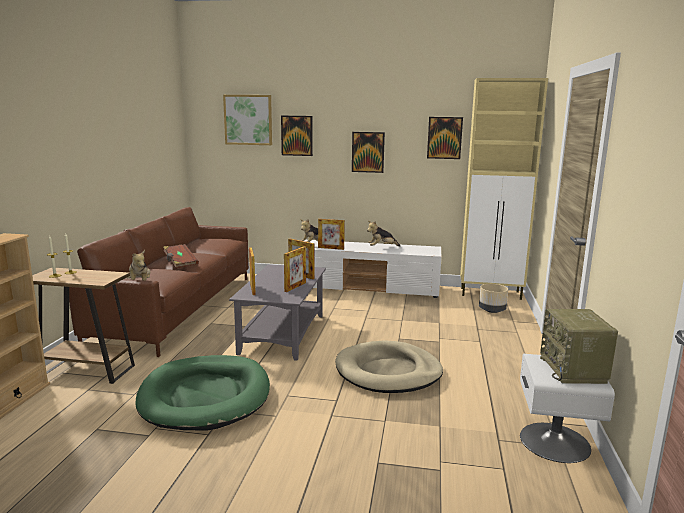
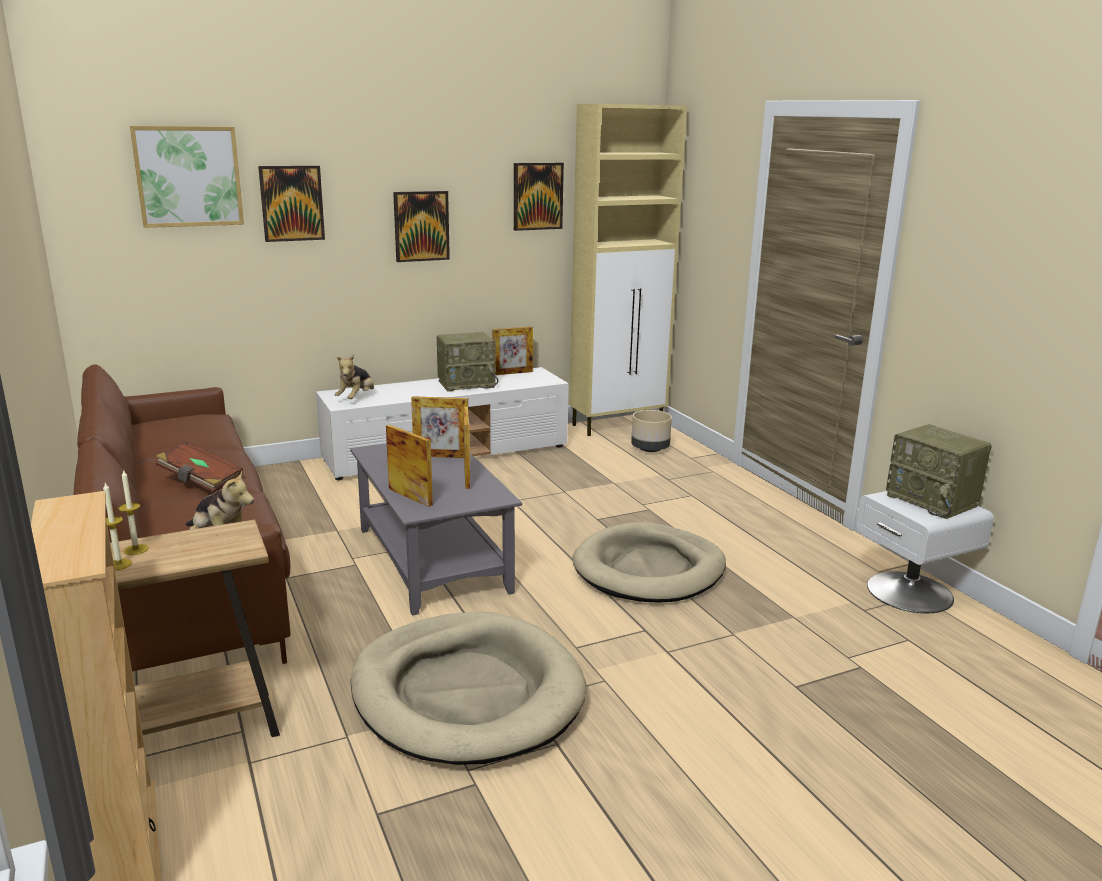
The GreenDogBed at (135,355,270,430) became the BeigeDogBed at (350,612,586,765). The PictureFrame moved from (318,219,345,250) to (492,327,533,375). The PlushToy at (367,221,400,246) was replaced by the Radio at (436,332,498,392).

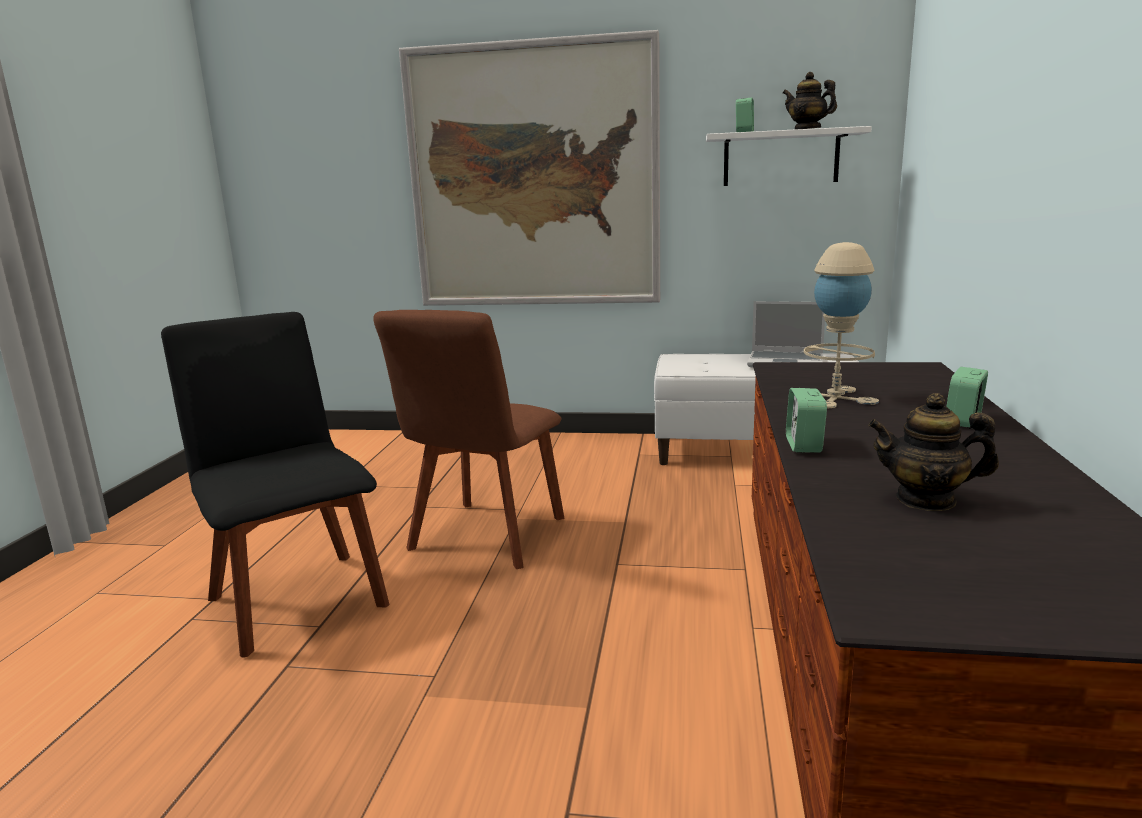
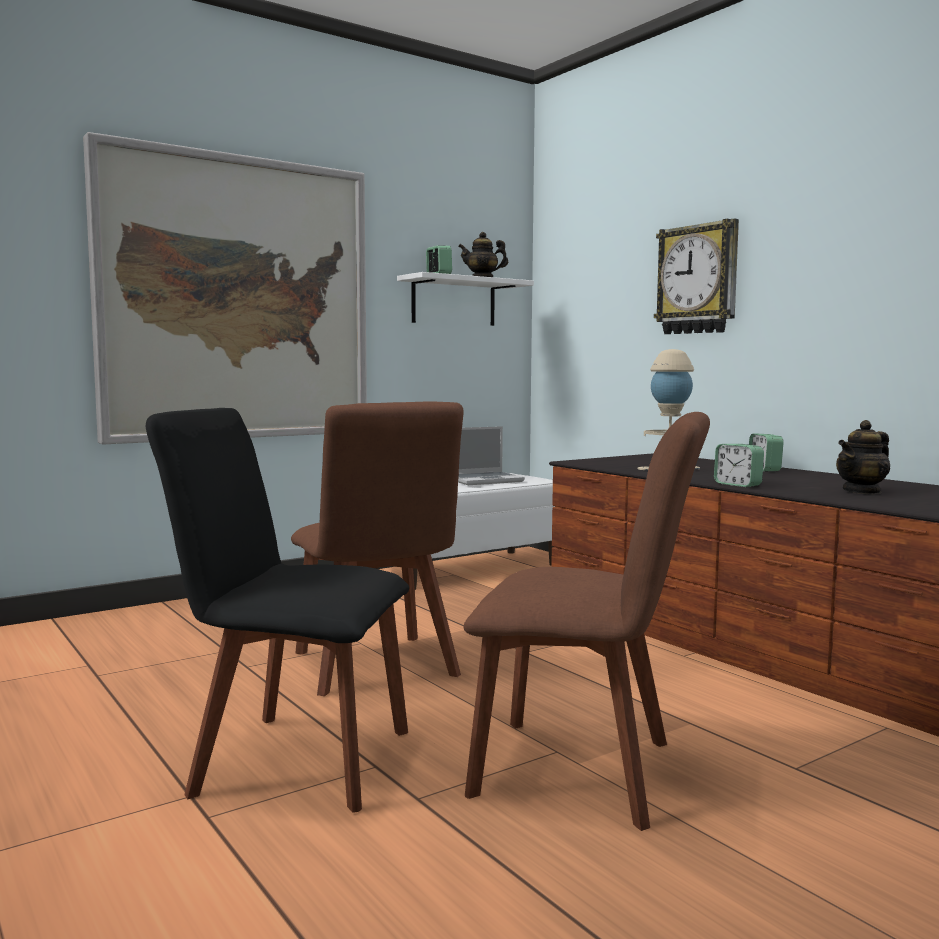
The BrownChair at (463,412,710,831) appeared. The WallClock at (654,219,739,334) appeared.

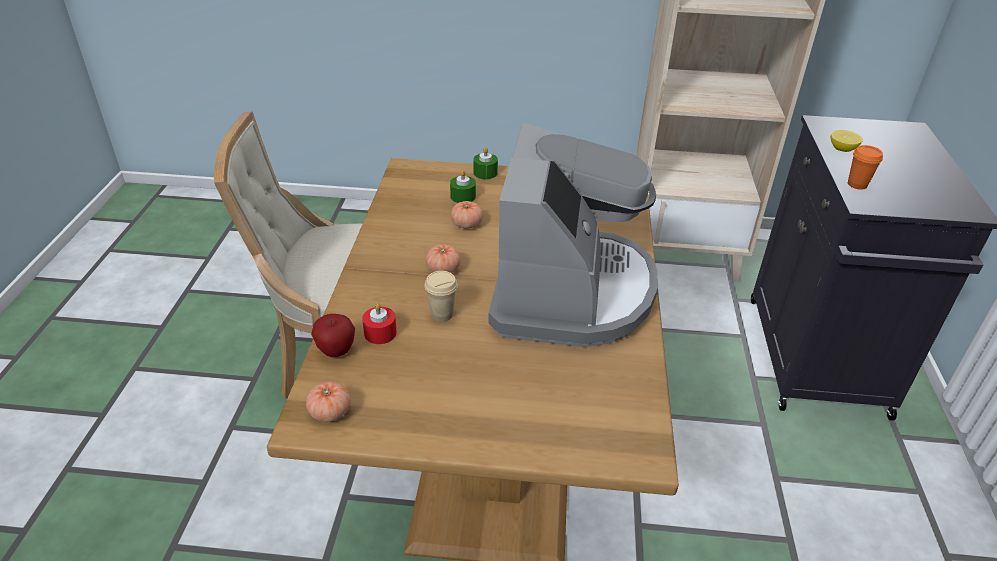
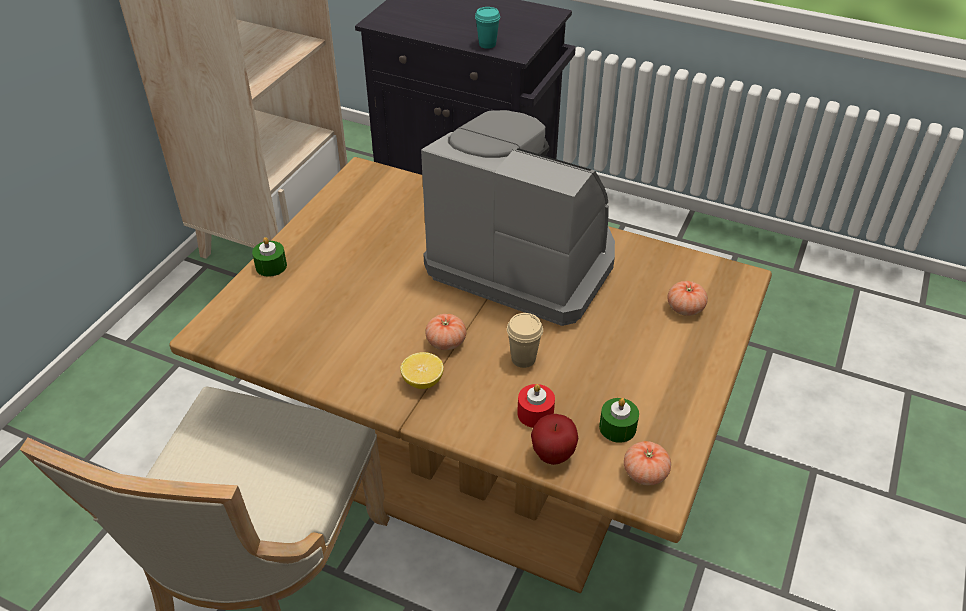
The GreenCandle moved from (450,170,476,203) to (599,398,639,443). The Tomato moved from (451,201,483,229) to (667,281,708,316). The Lemon moved from (831,130,863,152) to (400,352,444,389). The OrangeCup at (848,145,883,190) became the TurquoiseCup at (475,7,500,49).

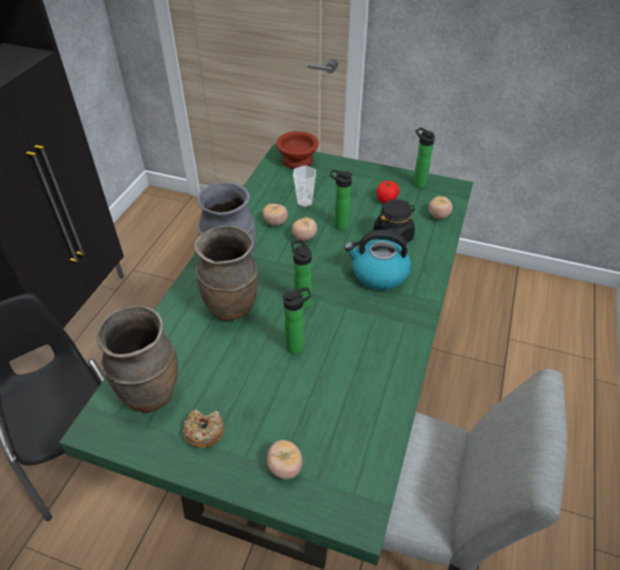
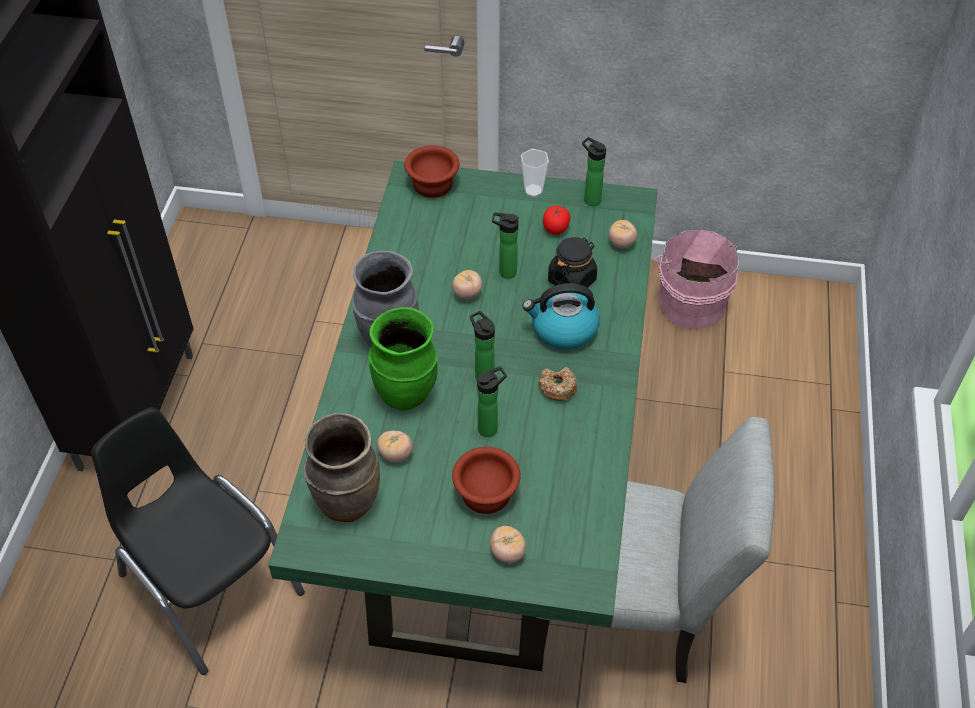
The Donut moved from (183,409,225,448) to (539,367,577,401). The BrownVase at (194,226,258,321) became the GreenVase at (368,307,438,411). The Tomato moved from (263,204,288,226) to (377,430,412,462). The Cup moved from (293,166,316,207) to (521,149,549,197). The BrownBowl at (452,447,521,514) appeared. The PinkBucket at (654,230,739,329) appeared.

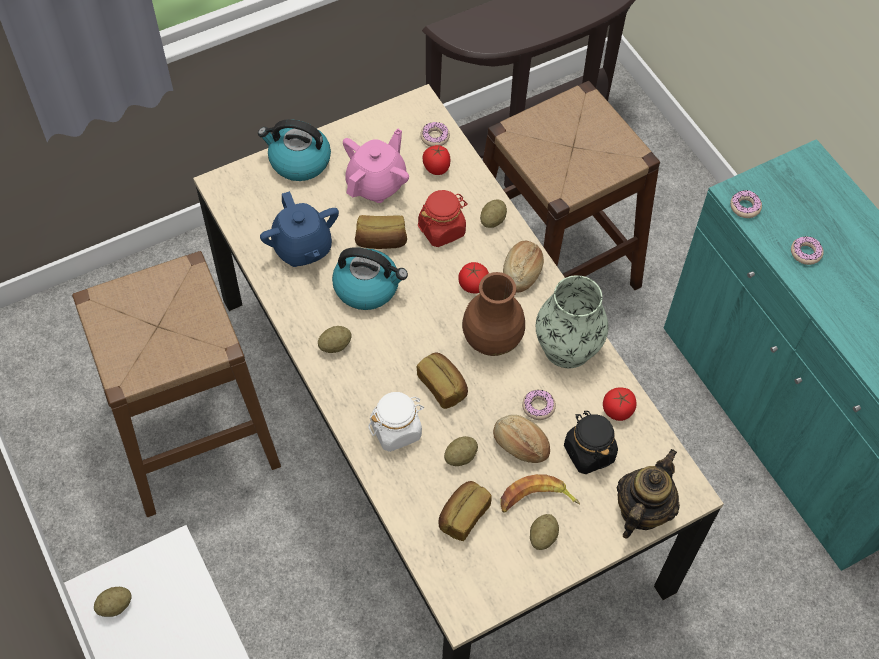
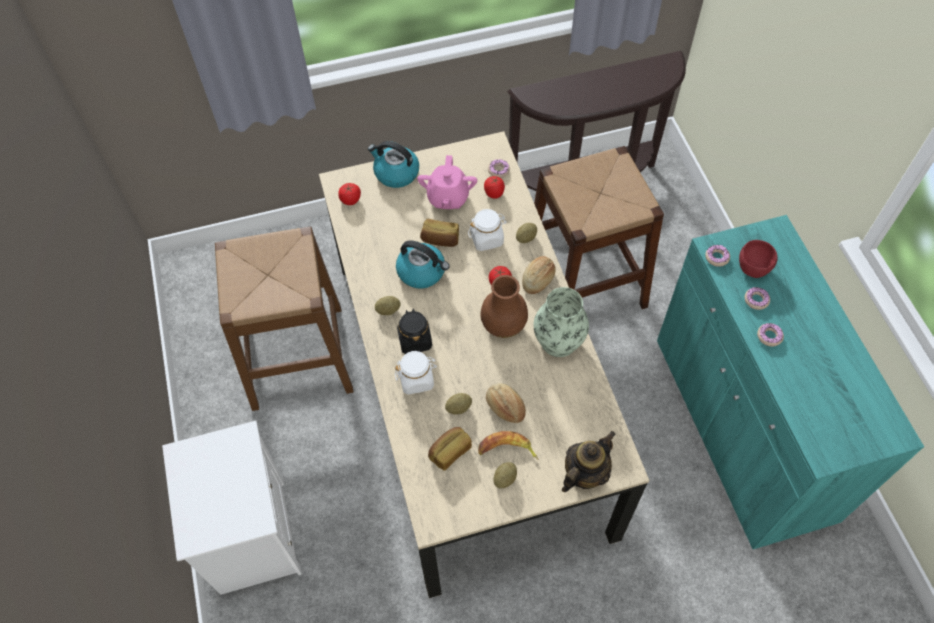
The Potato at (94,587,132,617) disappeared. The BlueTeapot at (260,191,339,267) disappeared. The PinkTeapot at (343,129,409,203) turned 135 degrees clockwise. The Bread at (417,353,468,409) disappeared. The RedJar at (418,190,468,247) became the WhiteJar at (468,209,507,251). The Donut moved from (522,389,556,420) to (757,323,784,346). The BlackJar moved from (564,411,618,474) to (397,309,432,354). The Tomato moved from (603,387,637,421) to (338,183,361,205). The RedBowl at (739,240,778,278) appeared.

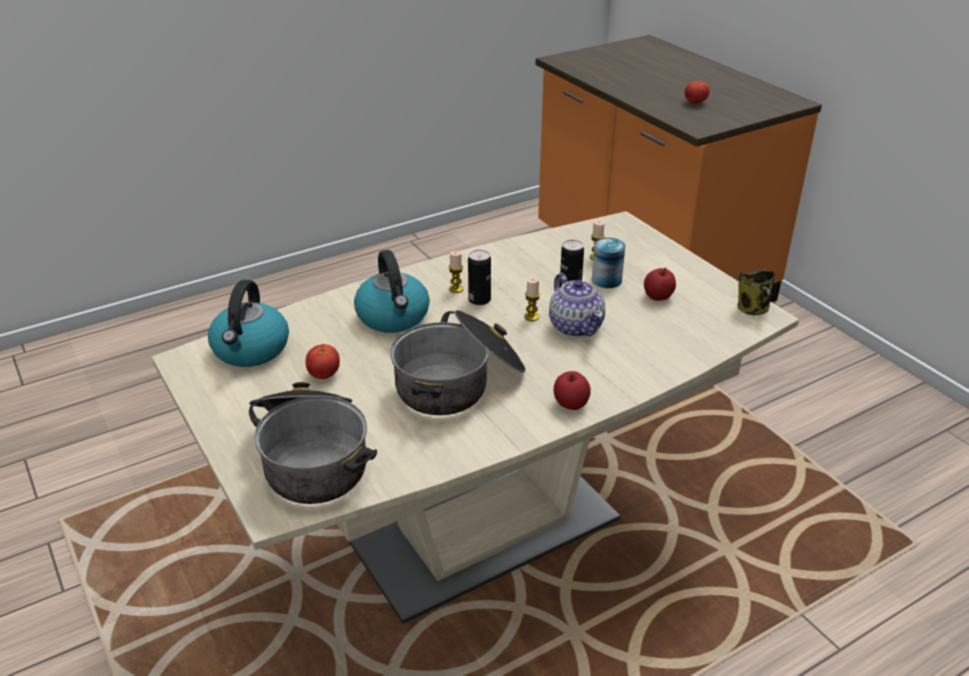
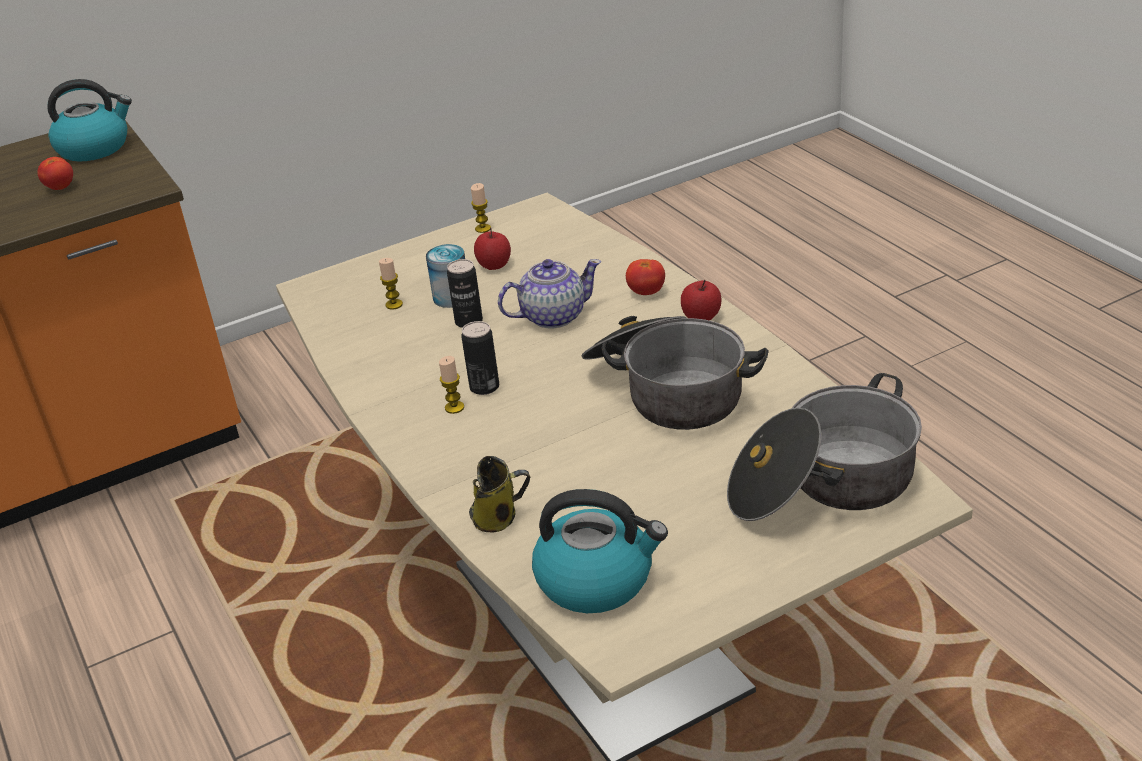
The Tomato moved from (305,344,340,379) to (626,259,665,295). The Kettle moved from (354,250,430,333) to (48,79,132,161). The Candle moved from (525,277,540,321) to (471,183,491,233). The Mug moved from (738,270,775,315) to (469,456,530,532).

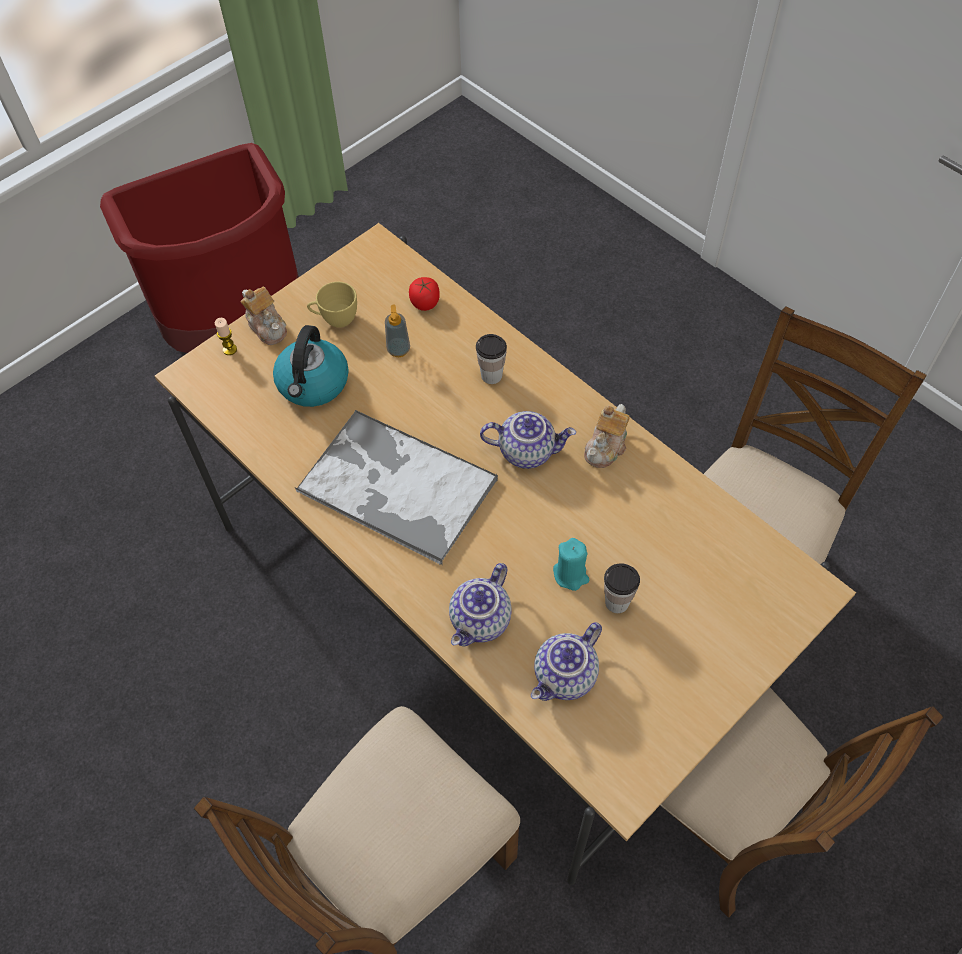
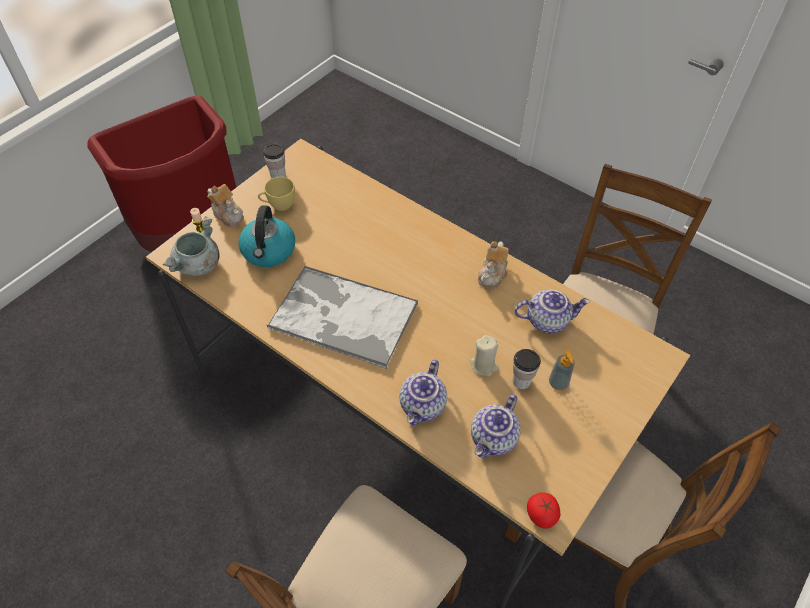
The SoapDispenser moved from (385,305,410,357) to (549,349,575,390). The Tomato moved from (409,277,440,311) to (527,492,560,529). The Cup moved from (476,334,507,384) to (263,144,285,178). The Teapot moved from (480,411,576,469) to (514,289,590,334). The TurquoiseCandle at (553,538,589,591) became the BeigeCandle at (470,335,498,376). The GreyCookingPot at (163,216,220,276) appeared.

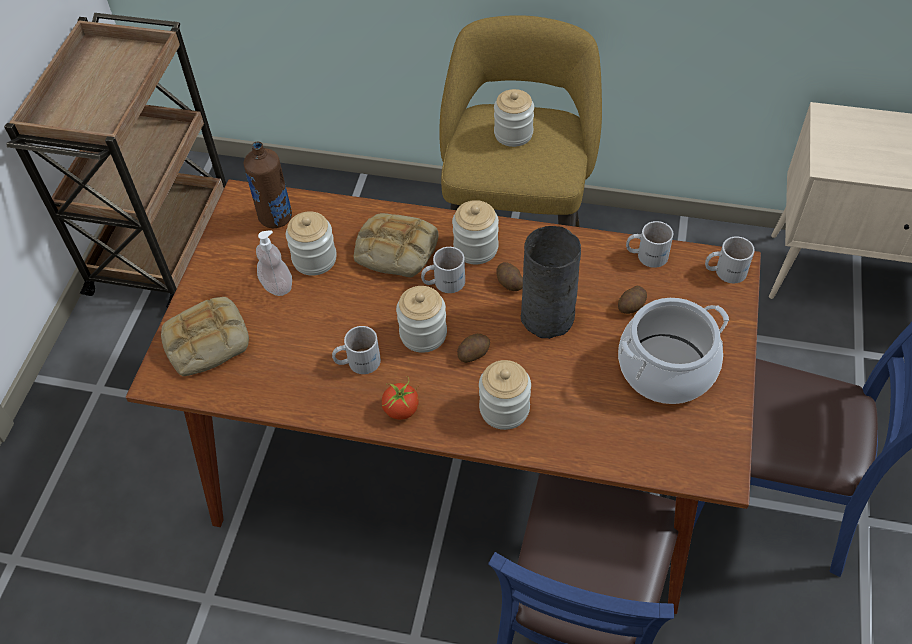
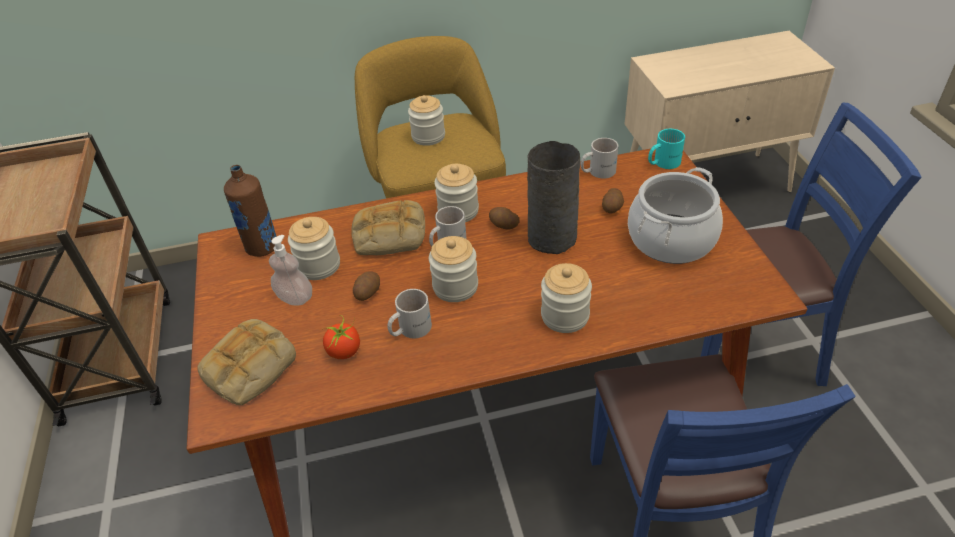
The Tomato moved from (382,376,419,420) to (323,315,360,359). The Potato moved from (457,334,490,363) to (353,271,380,301). The WhiteMug at (705,236,755,283) became the TurquoiseMug at (648,129,685,169).

